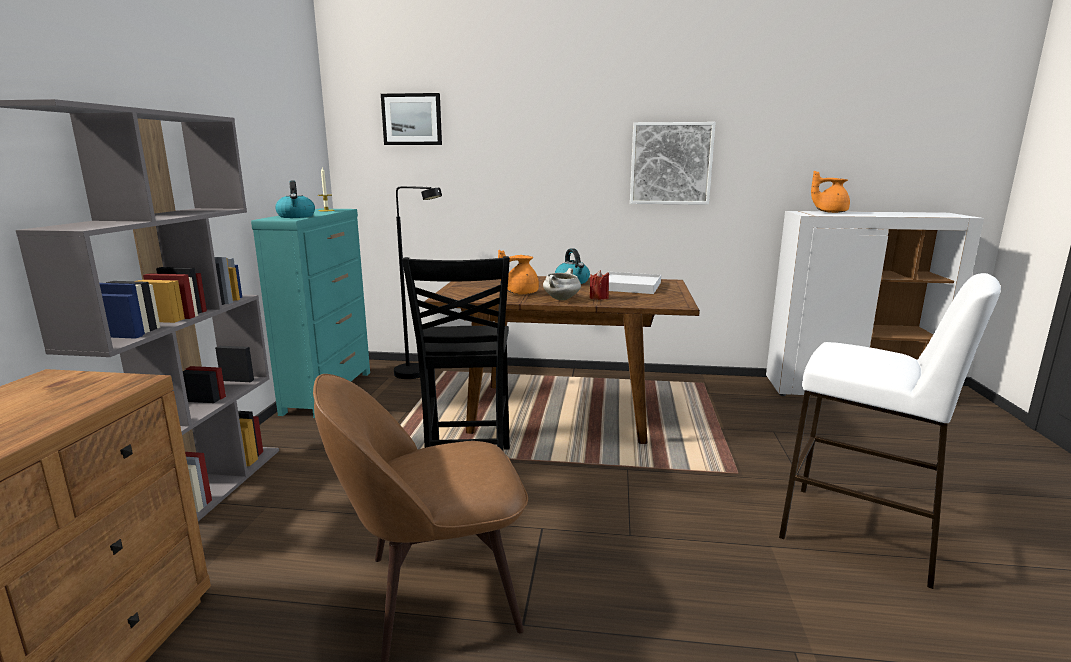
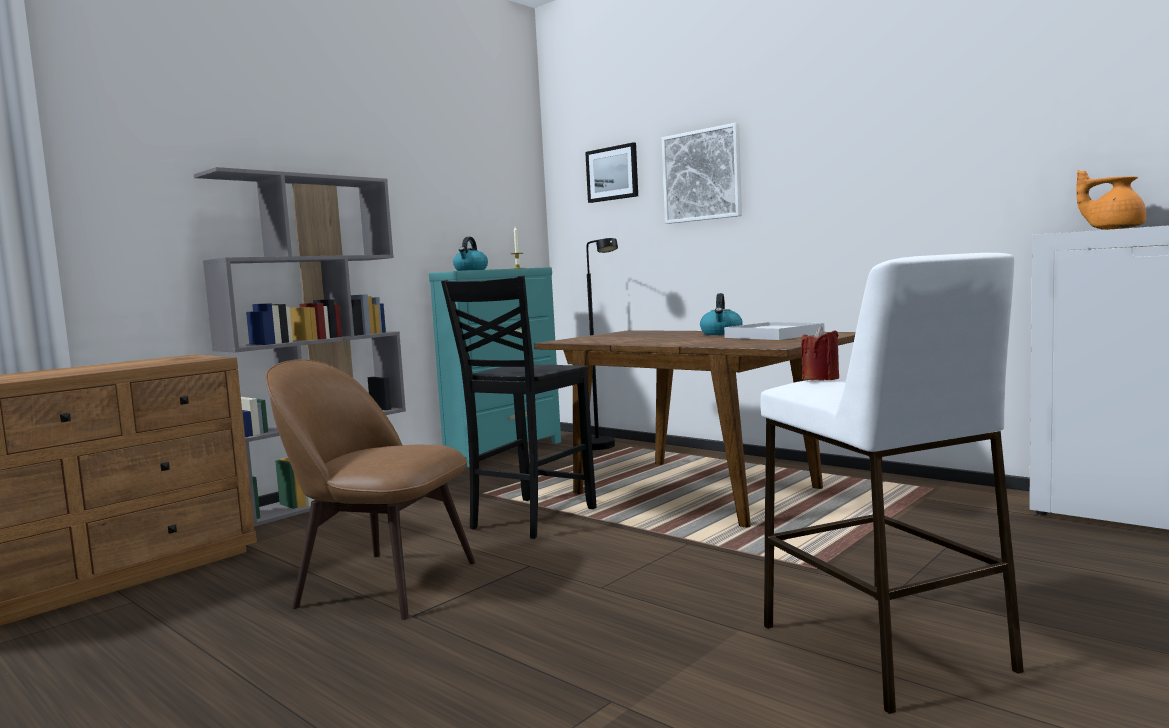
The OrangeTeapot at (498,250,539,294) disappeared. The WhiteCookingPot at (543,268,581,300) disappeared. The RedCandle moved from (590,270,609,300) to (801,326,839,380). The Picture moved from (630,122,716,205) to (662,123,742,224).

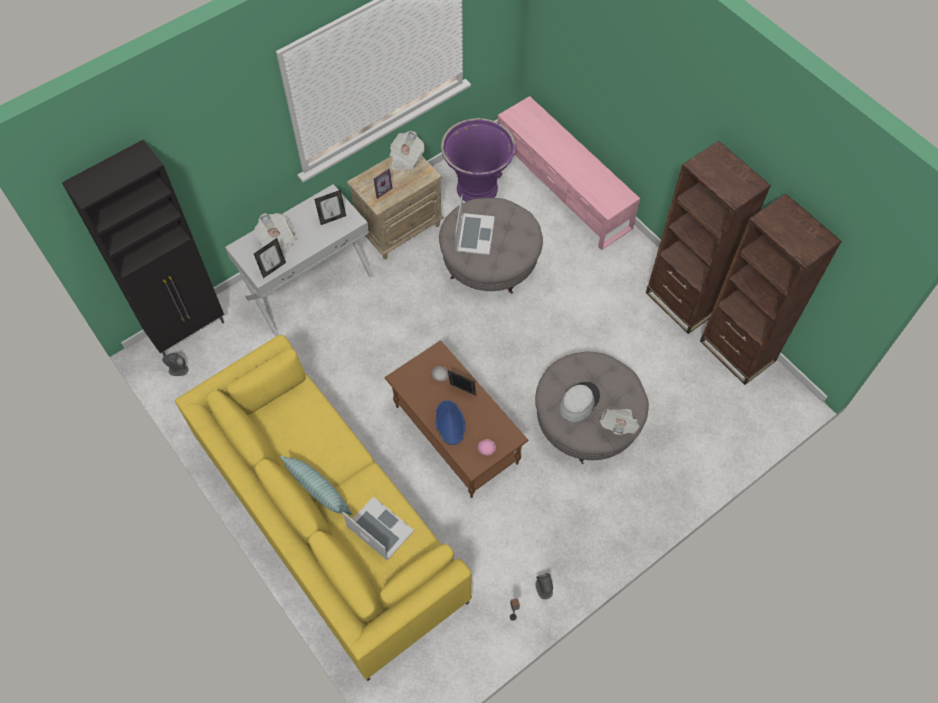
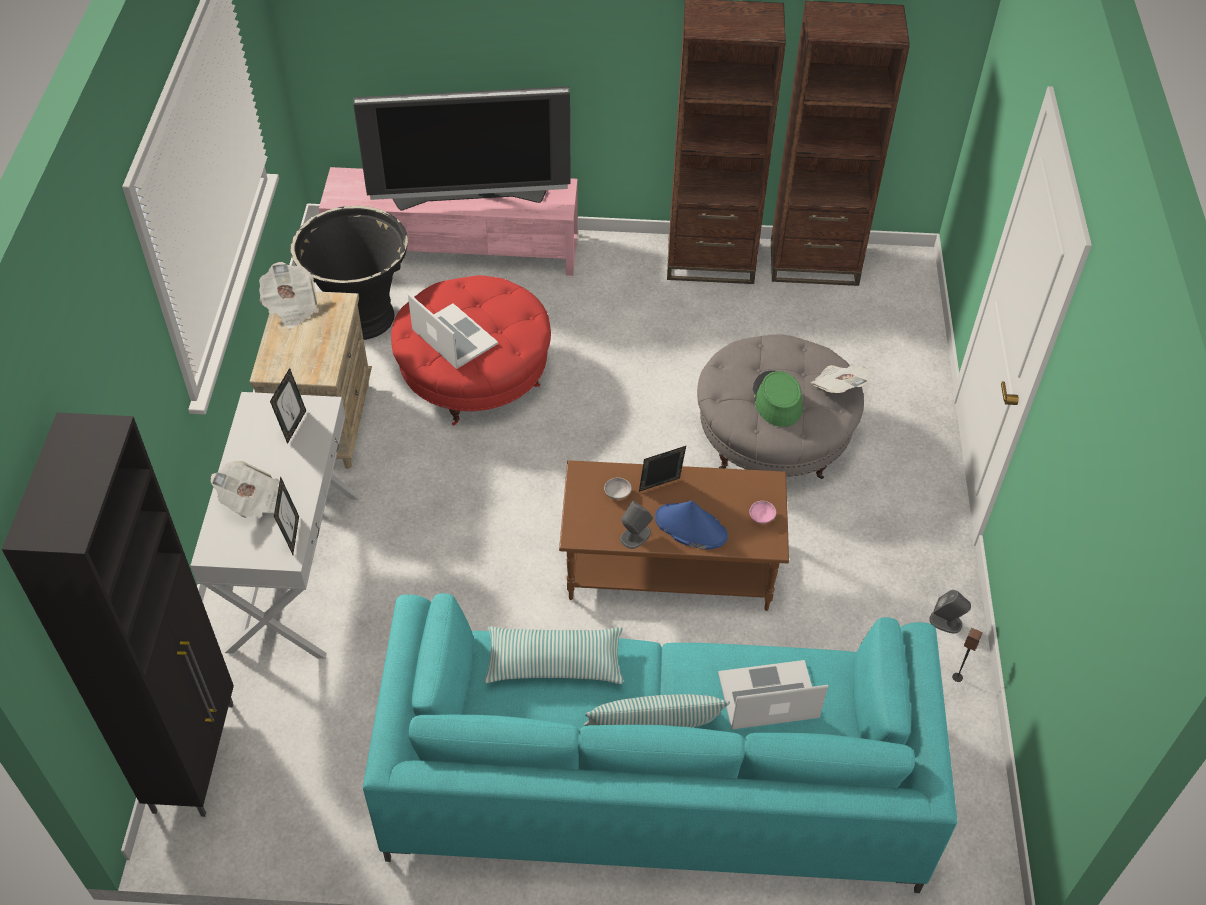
The GreySpeaker moved from (162,353,188,376) to (620,501,653,549). The YellowSofa at (175,335,472,681) became the TurquoiseSofa at (363,593,958,893). The PictureFrame at (374,168,393,199) disappeared. The GreyOttoman at (439,198,543,294) became the RedOttoman at (391,275,551,426). The PurplePlanter at (441,118,516,202) became the BlackPlanter at (290,206,408,340). The GreyHat at (559,382,600,422) became the GreenHat at (753,371,803,427). The Television at (353,86,571,211) appeared. The Pillow at (484,626,623,684) appeared.

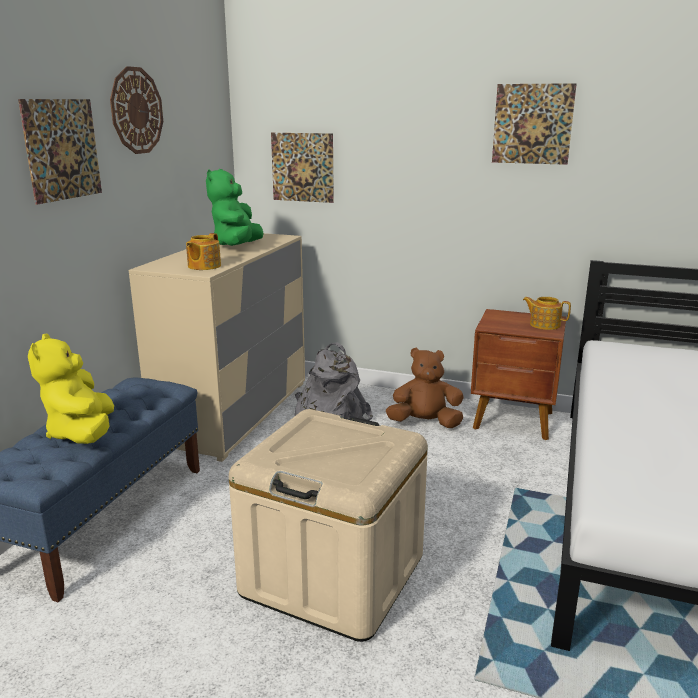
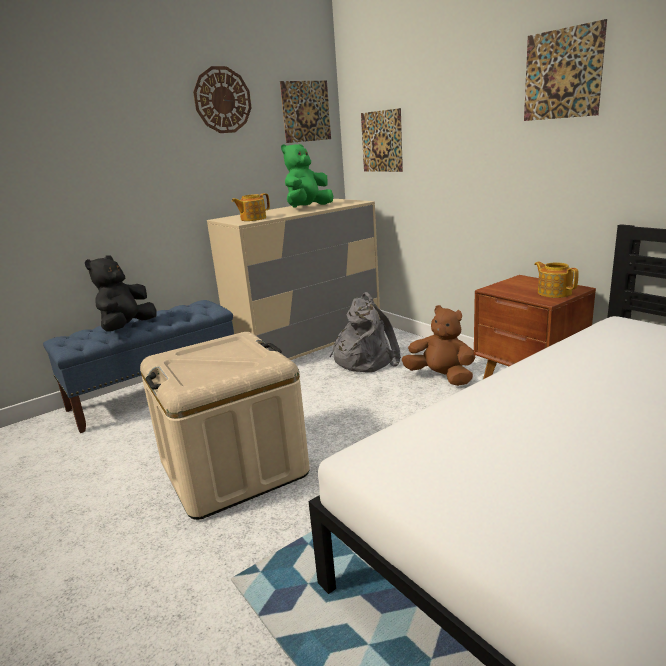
The Picture moved from (18,99,102,205) to (280,81,331,143). The YellowPlushToy at (28,333,114,444) became the BlackPlushToy at (85,255,157,331).

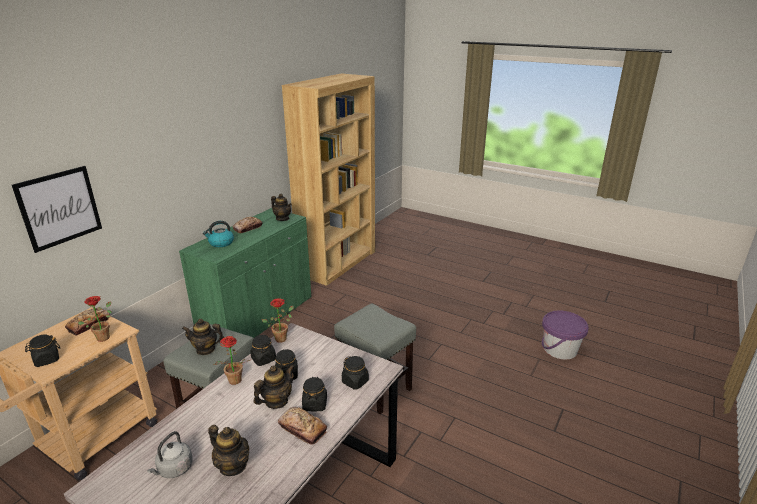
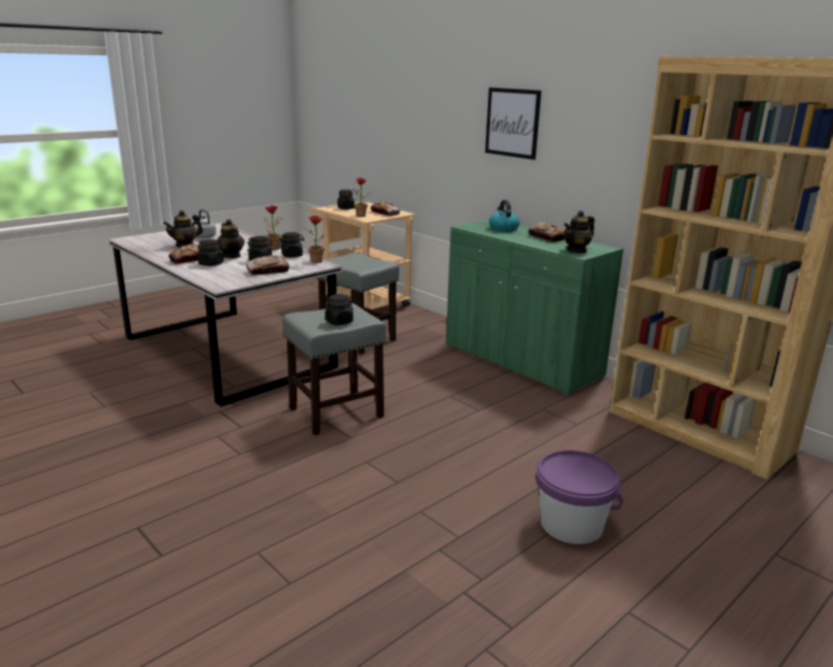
The Picture moved from (12,166,102,253) to (485,87,541,160). The Teapot at (182,319,224,355) disappeared. The BlackJar moved from (342,356,369,390) to (324,294,353,326). The PurpleBucket moved from (542,311,589,360) to (536,450,623,544). The Bread at (246,255,289,275) appeared.

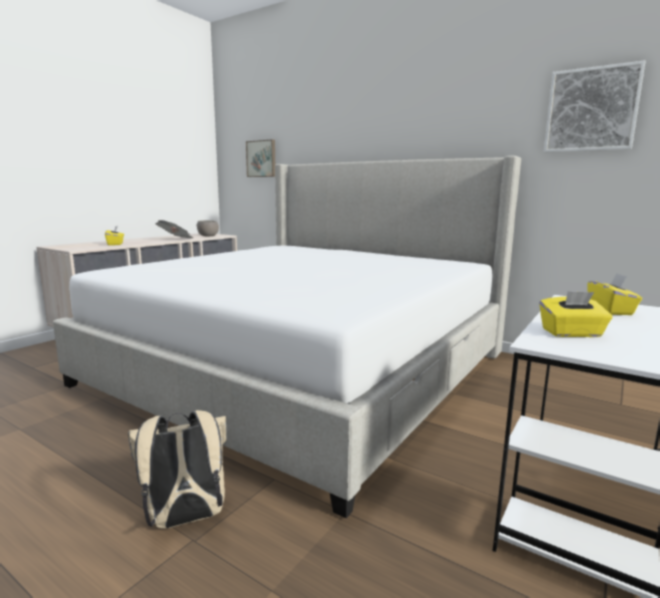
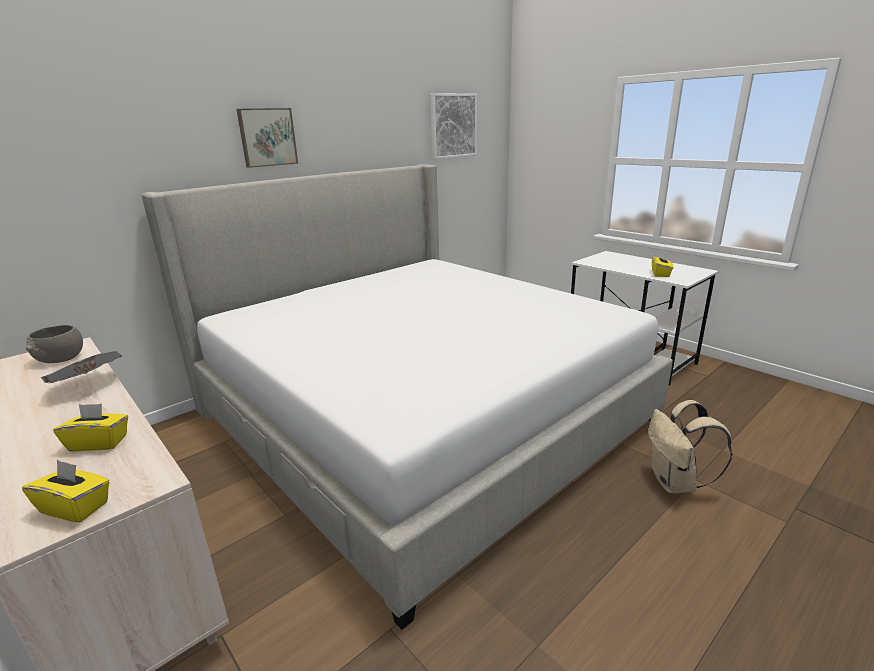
The Picture moved from (246,139,275,177) to (236,108,298,168). The YellowTissueBox moved from (587,273,642,315) to (22,460,110,523).

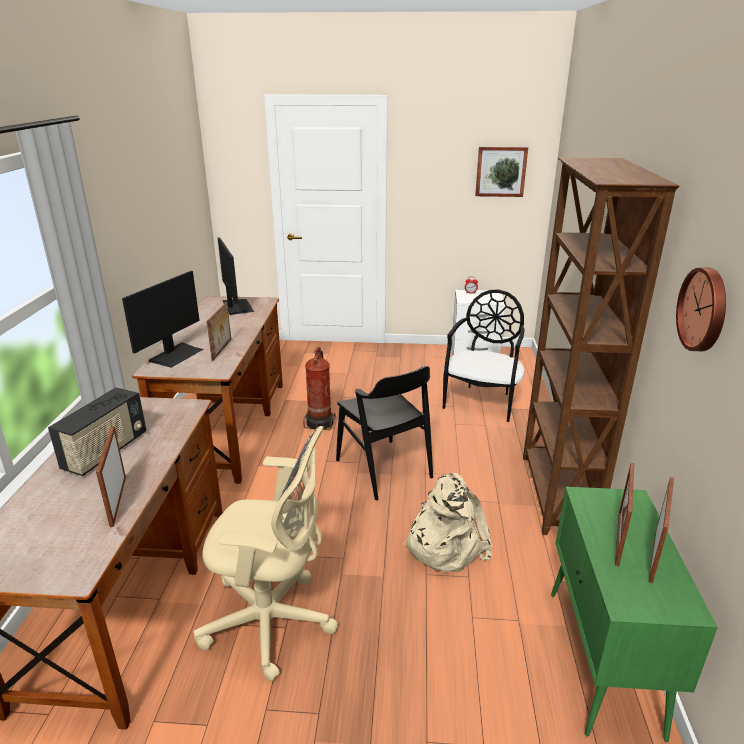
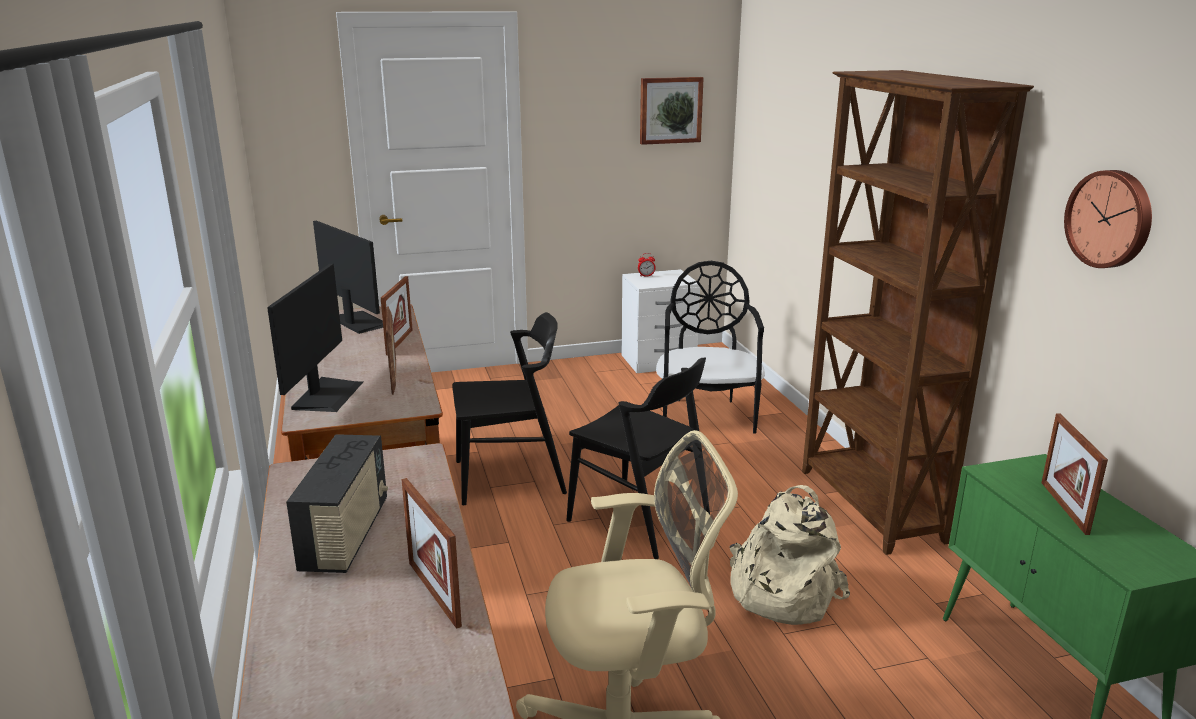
The FireExtinguisher at (303,347,336,430) was replaced by the BlackChair at (452,312,567,505). The PictureFrame moved from (648,477,674,583) to (381,276,413,355).

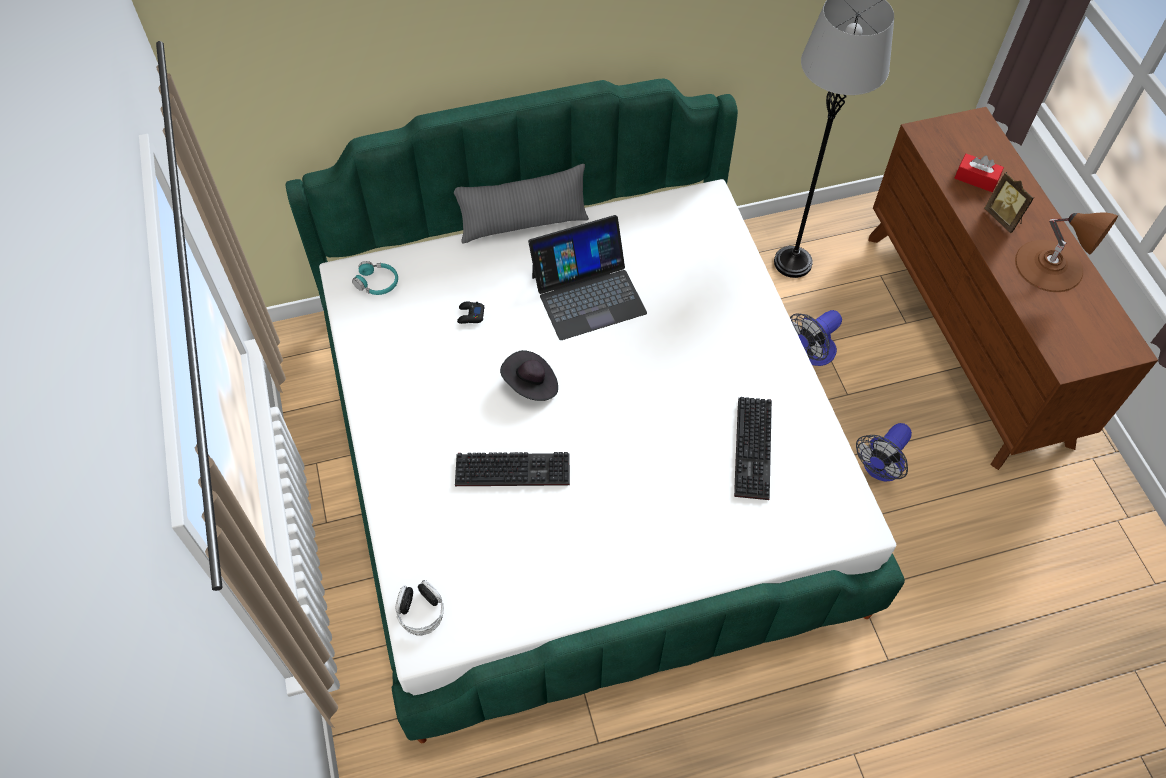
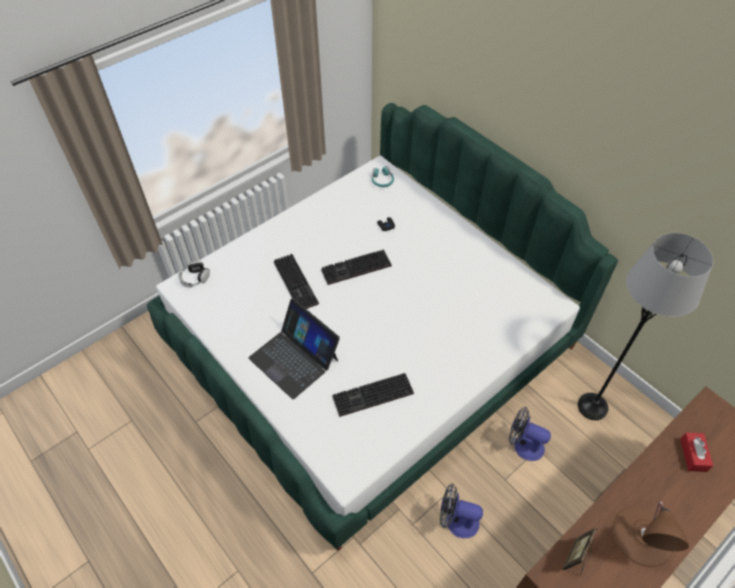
The GreyPillow at (454,164,589,243) disappeared. The BlackHat at (500,350,558,401) was replaced by the Keyboard at (321,250,392,285). The Laptop moved from (528,215,647,340) to (249,298,340,399). The PictureFrame moved from (984,172,1034,233) to (562,528,597,576).

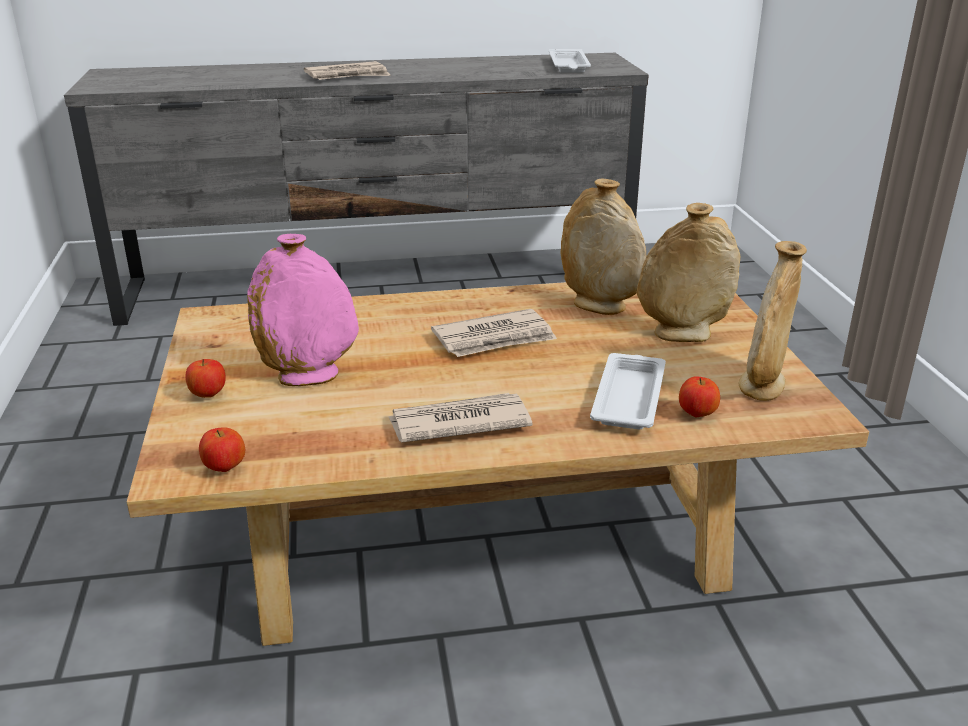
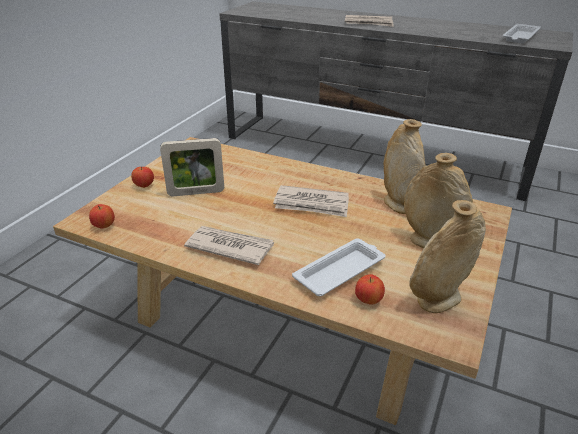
The PinkVase at (247,234,359,386) was replaced by the PictureFrame at (160,138,224,196).

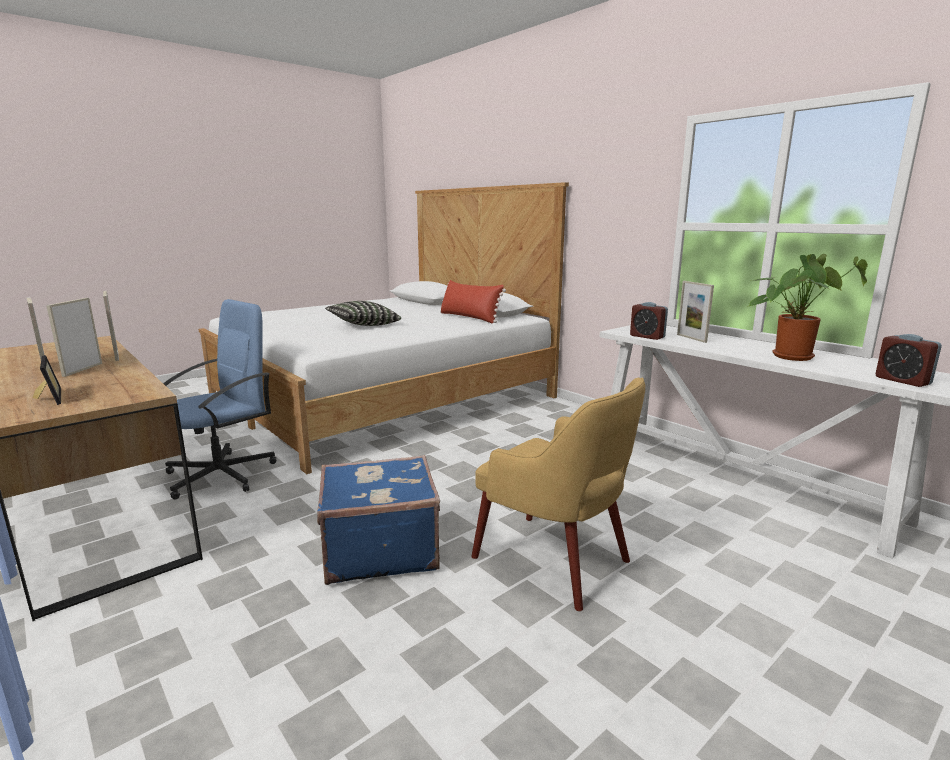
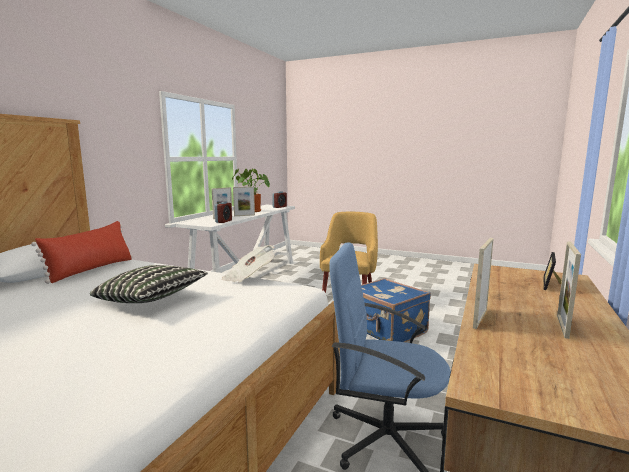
The PictureFrame moved from (46,298,102,377) to (233,186,255,216). The Newspaper at (222,245,275,283) appeared.

